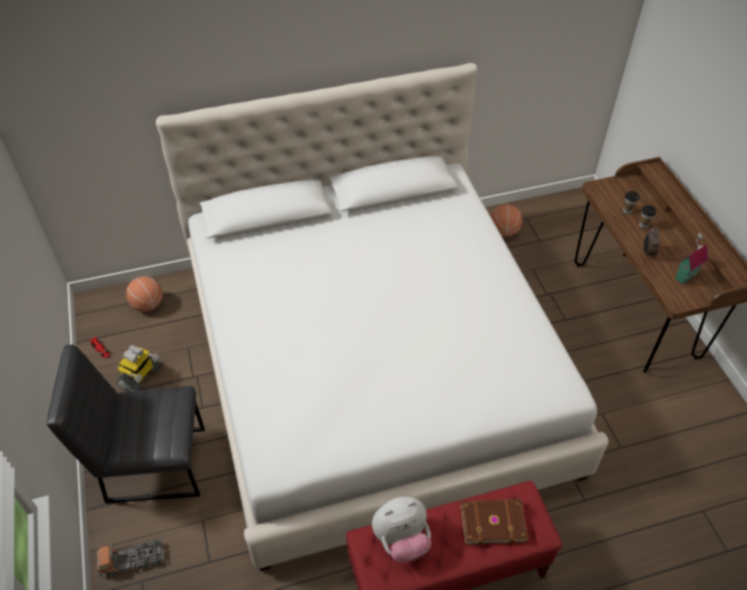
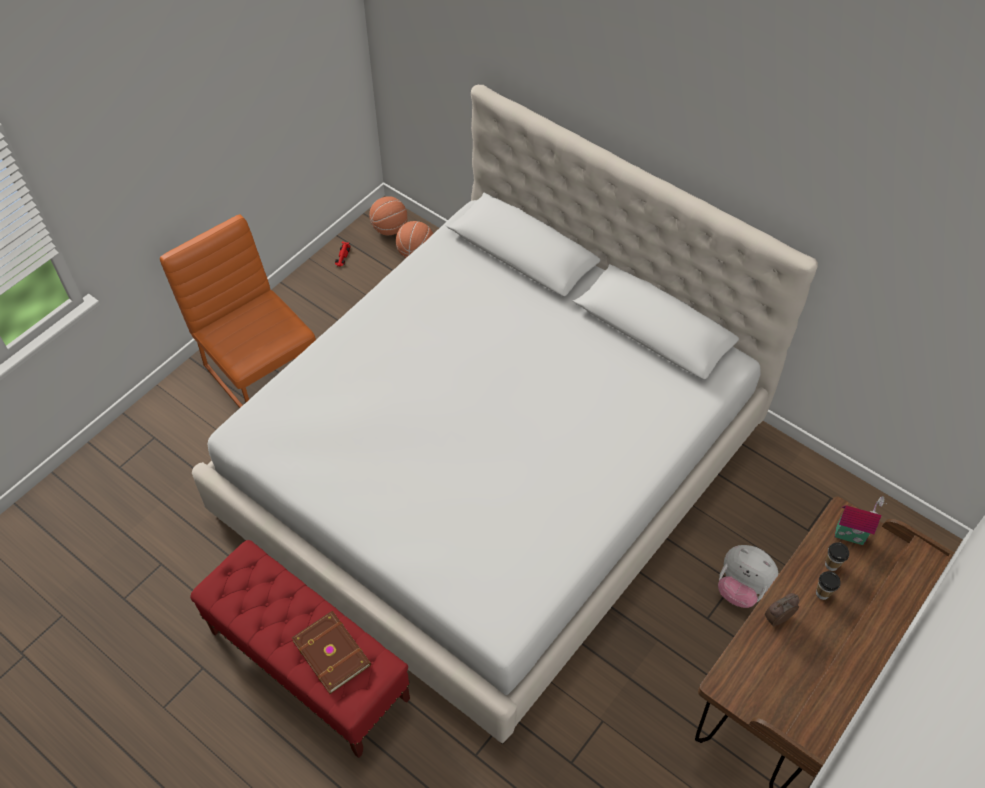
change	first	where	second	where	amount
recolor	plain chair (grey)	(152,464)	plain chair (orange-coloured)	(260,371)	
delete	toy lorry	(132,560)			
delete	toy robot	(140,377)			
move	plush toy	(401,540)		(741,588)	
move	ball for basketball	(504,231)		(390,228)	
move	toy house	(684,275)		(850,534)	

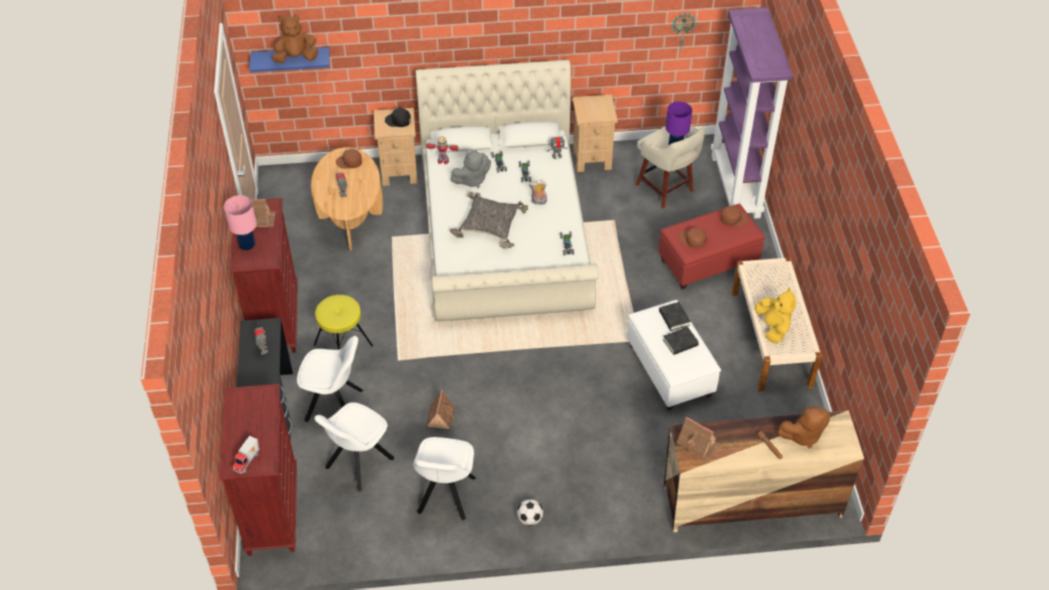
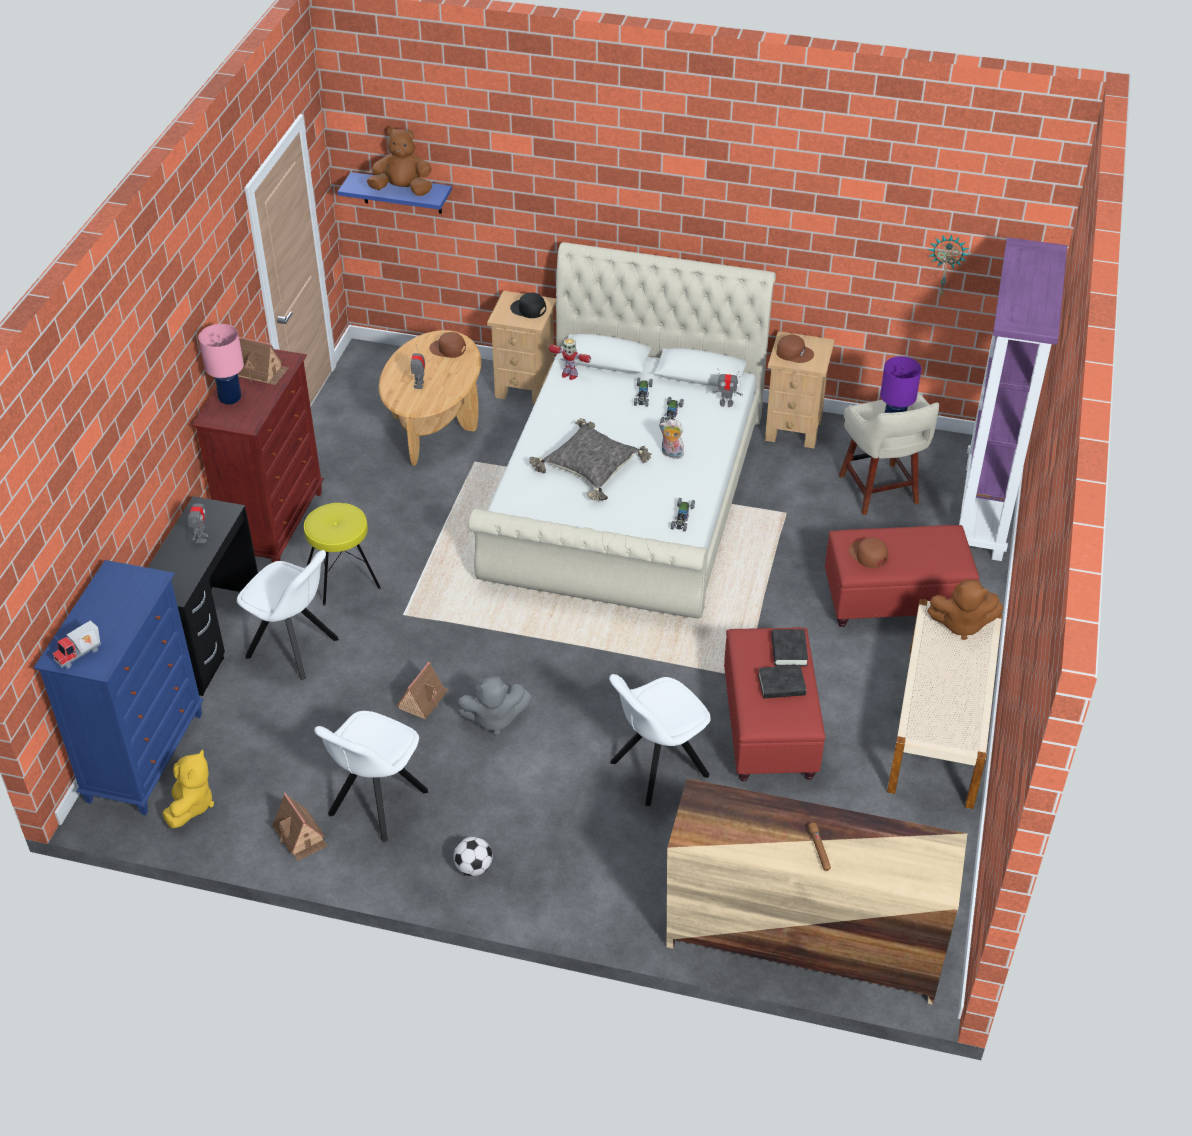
change	first	where	second	where	amount
recolor	chest of drawers (red-coloured)	(272,511)	chest of drawers (bluish)	(145,756)	
move	plain chair (white)	(358,463)		(658,768)	
move	plush toy (grey)	(472,180)		(494,719)	
recolor	ottoman (white)	(670,371)	ottoman (red-coloured)	(769,729)	
move	toy house	(698,444)		(301,836)	
move	baseball cap (brownish)	(733,218)		(794,353)	
move	plush toy (yellow-coloured)	(773,327)		(191,805)	
move	plush toy (brownish)	(803,435)		(961,624)	

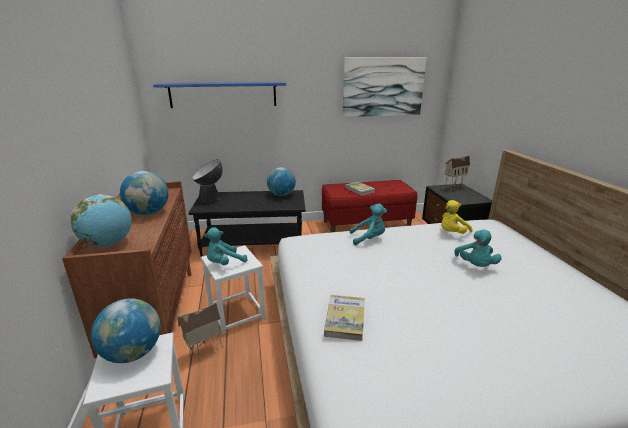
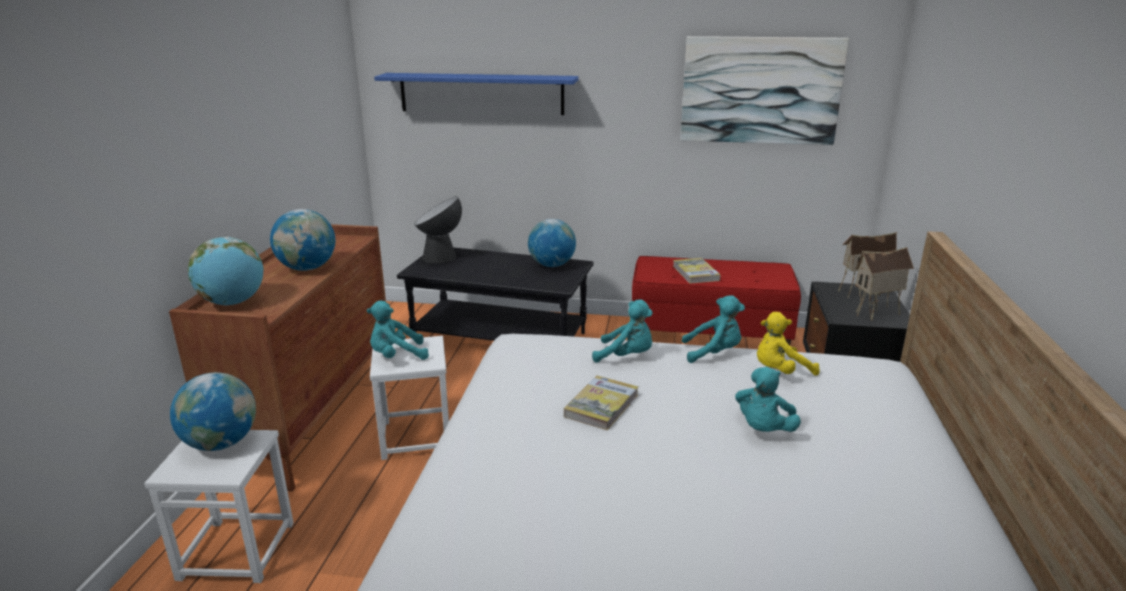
change	first	where	second	where	amount
move	toy house	(205,352)		(876,315)	
move	book	(345,319)		(601,405)	
insert			plush toy (turquoise-coloured)	(714,353)	

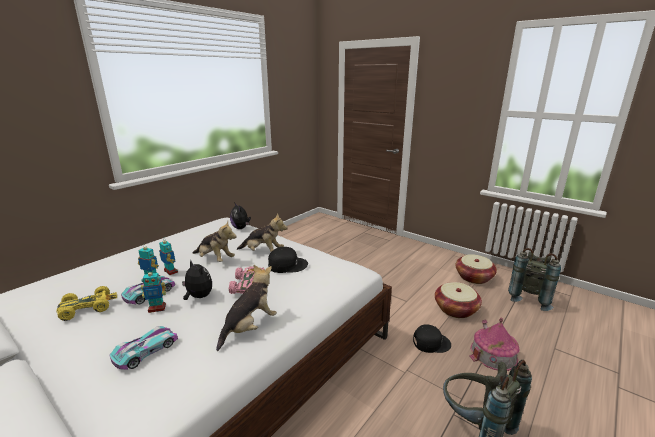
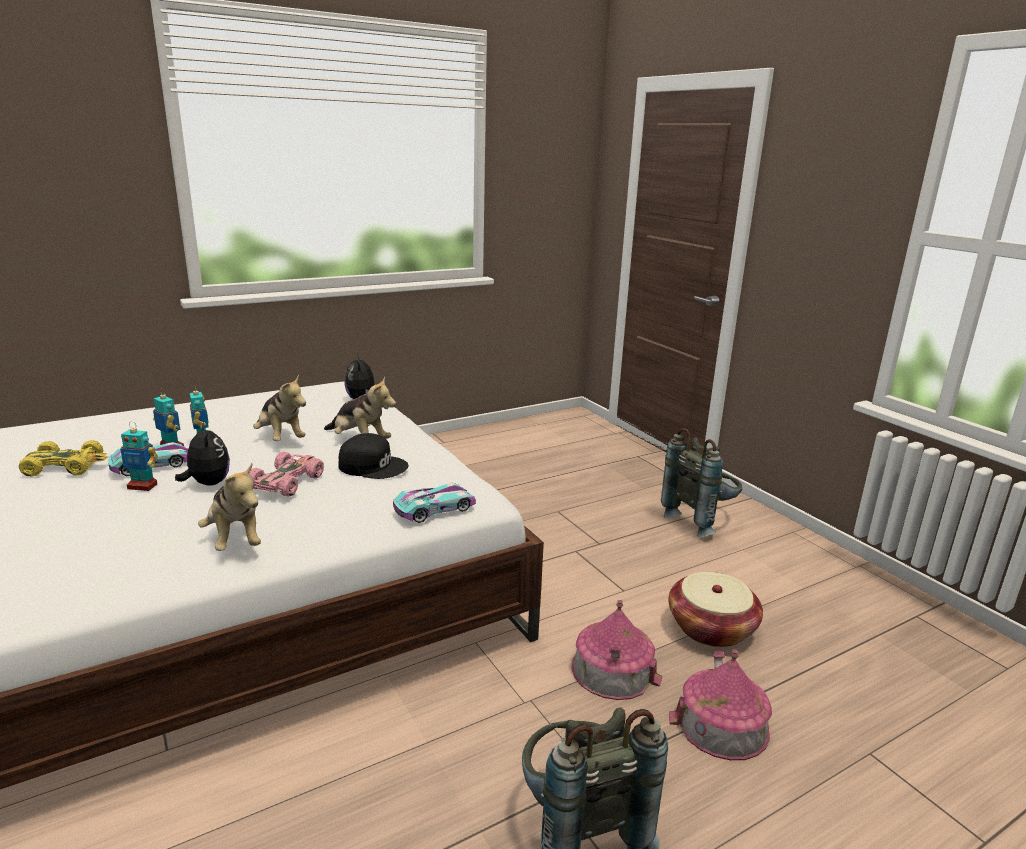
change	first	where	second	where	amount
move	toy car	(146,351)		(435,509)	
rotate	plush toy	(250,327)		(235,539)	90 degrees clockwise
replace	baseball cap (blackish)	(431,342)	toy house	(613,669)	
delete	household basket	(473,277)			
move	rucksack (grey)	(529,297)		(700,519)	

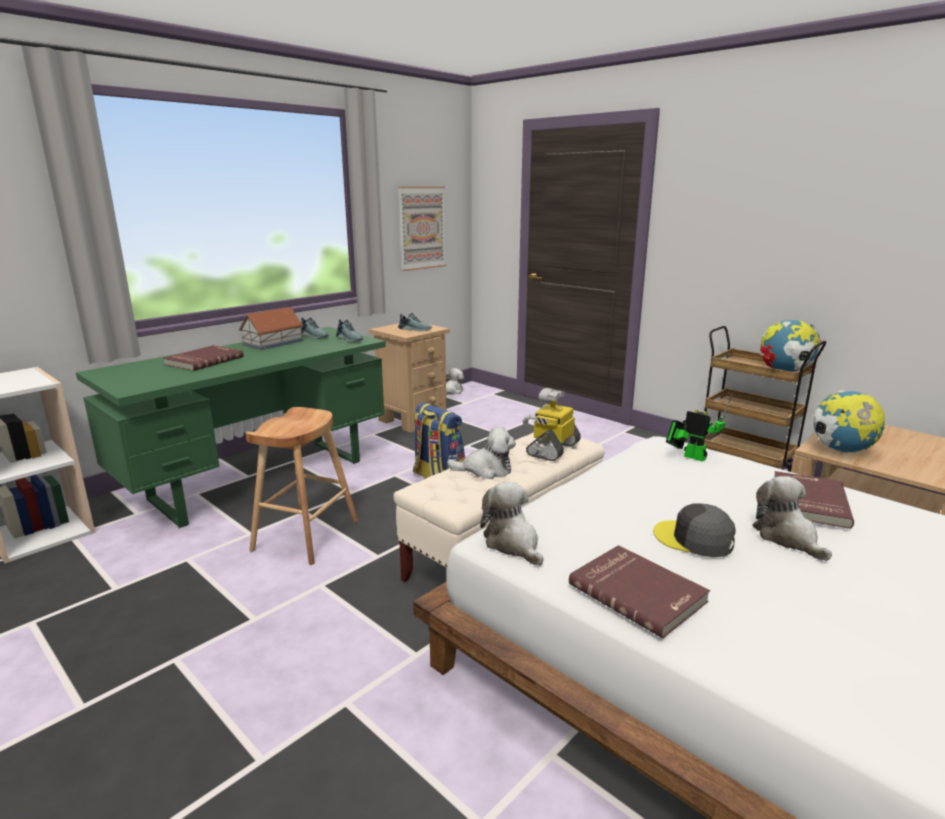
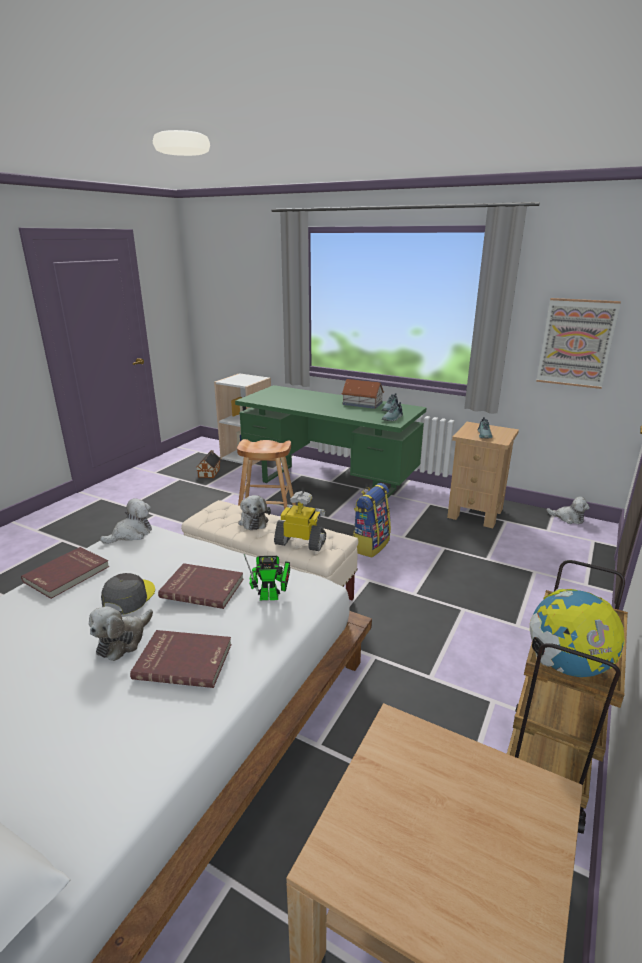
change	first	where	second	where	amount
move	book (red-coloured)	(203,360)		(203,587)	
rotate	toy robot	(691,456)		(272,597)	60 degrees clockwise
rotate	plush toy	(787,537)		(123,640)	150 degrees clockwise
delete	globe	(841,451)			
insert			toy house	(210,472)	

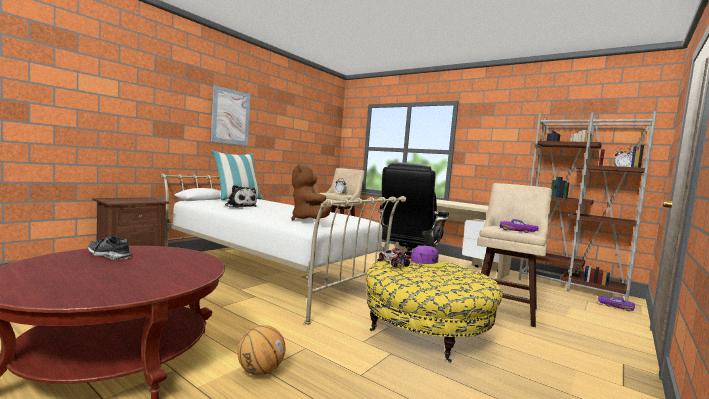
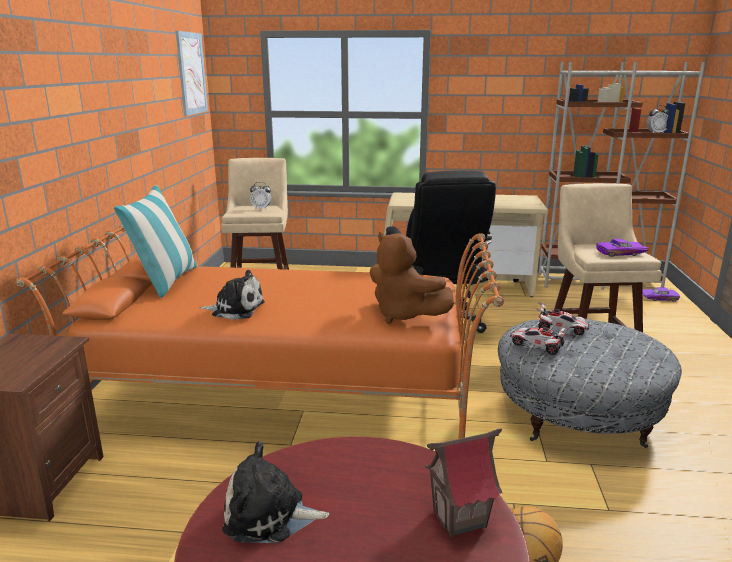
change	first	where	second	where	amount
replace	item of footwear	(109,255)	plush toy	(270,516)	
recolor	bed (white)	(268,275)	bed (orange-coloured)	(284,399)	
move	wall art	(231,116)		(191,73)	
recolor	ottoman (yellow-coloured)	(426,332)	ottoman (grey)	(577,415)	
replace	baseball cap (purple)	(427,262)	toy car	(560,329)	
insert			toy house	(460,519)	

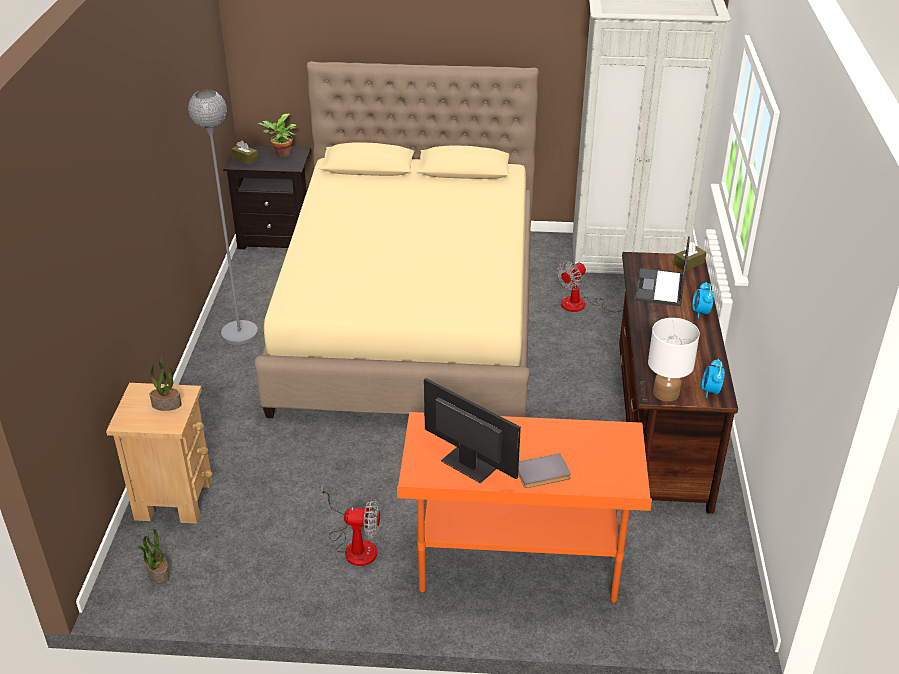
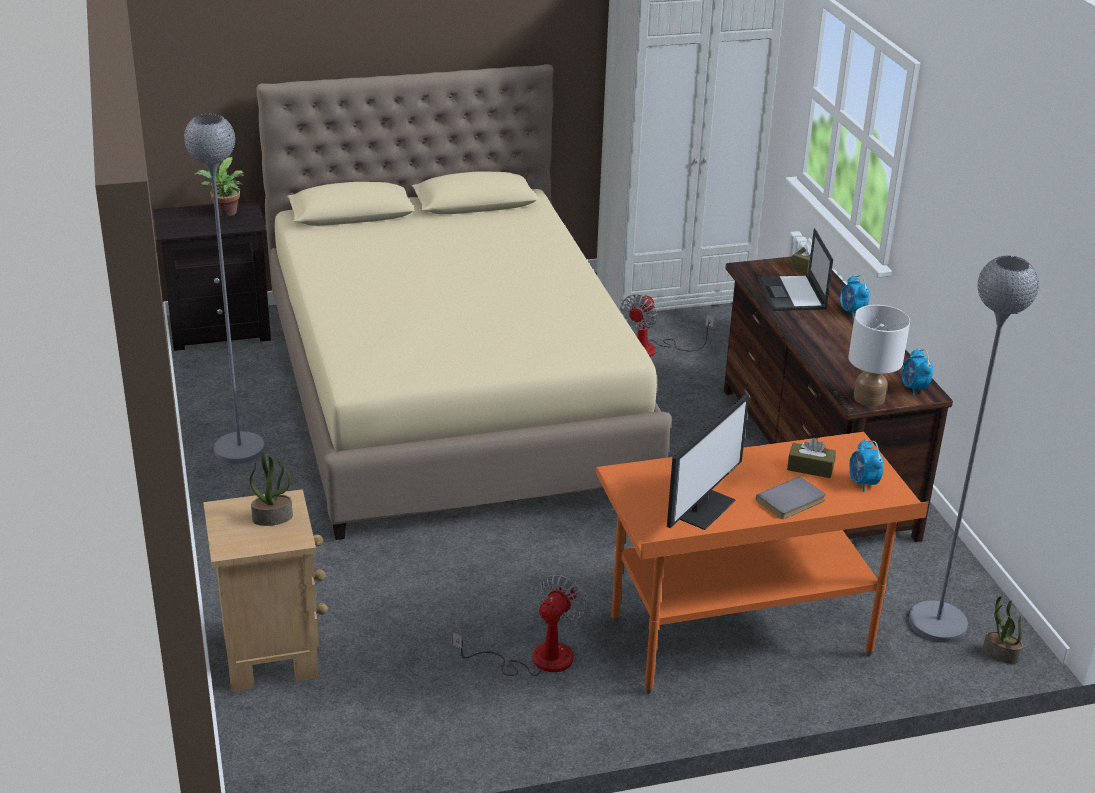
change	first	where	second	where	amount
move	potted plant	(158,573)		(1000,654)	
move	tissue holder (brownish)	(245,159)		(810,468)	
rotate	fan	(355,545)		(536,659)	45 degrees counterclockwise
rotate	monitor	(468,464)		(703,507)	105 degrees clockwise
insert			alarm clock	(863,483)	
insert			floor lamp (grey)	(937,623)	

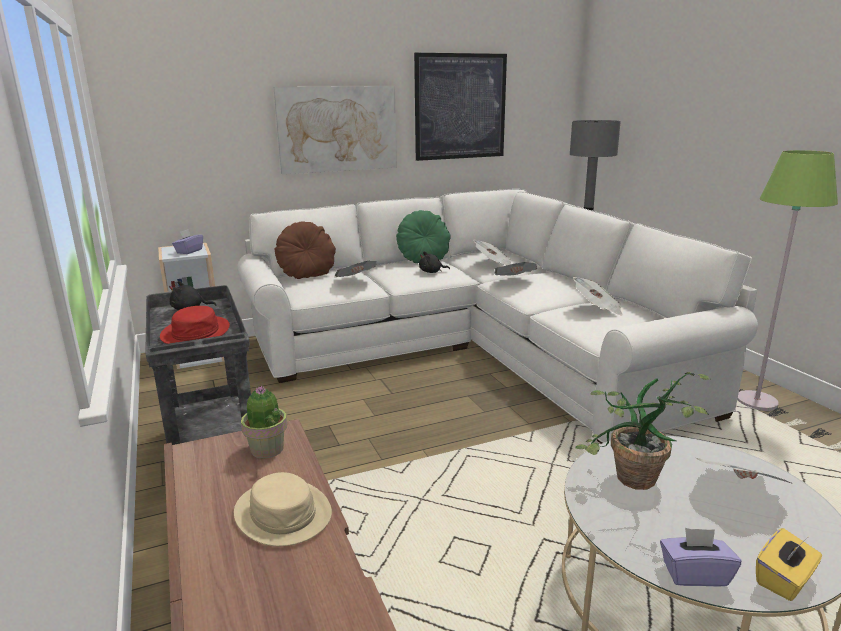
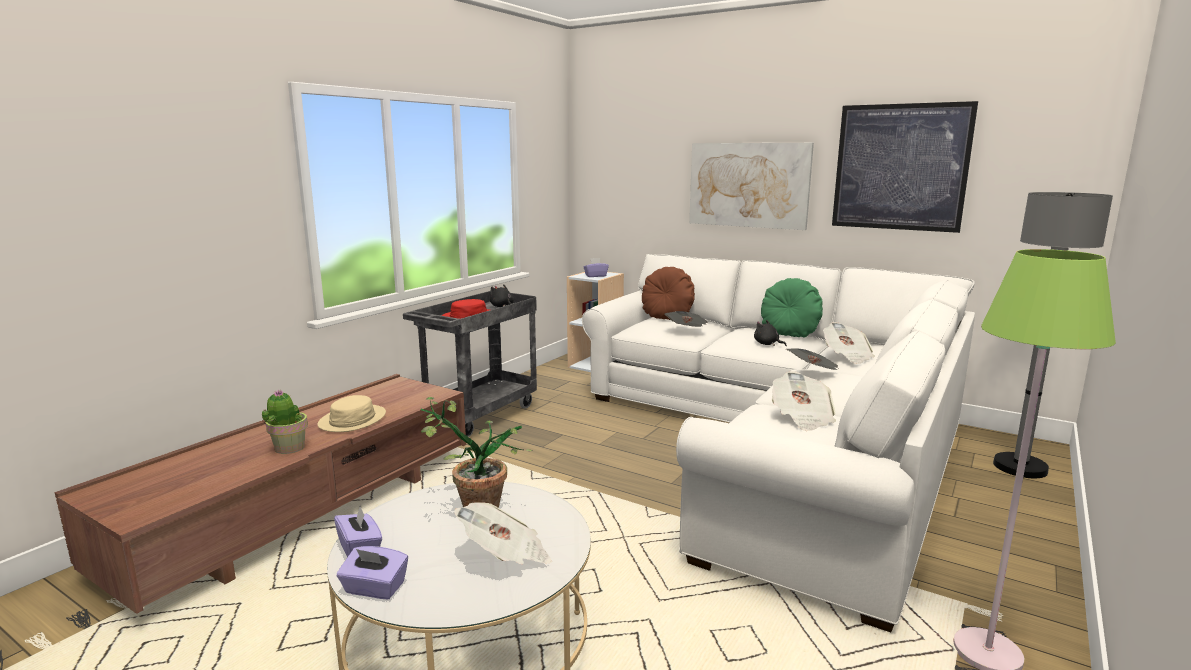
change	first	where	second	where	amount
move	potted plant	(267,450)		(289,448)	
recolor	tissue holder (yellow-coloured)	(784,580)	tissue holder (purple)	(374,589)	

